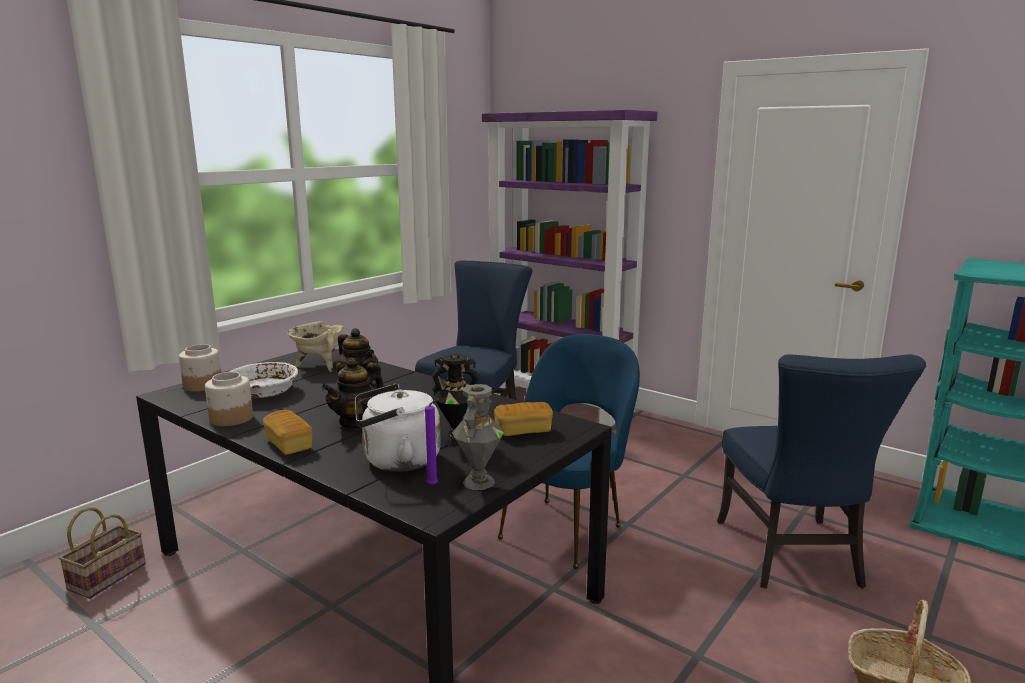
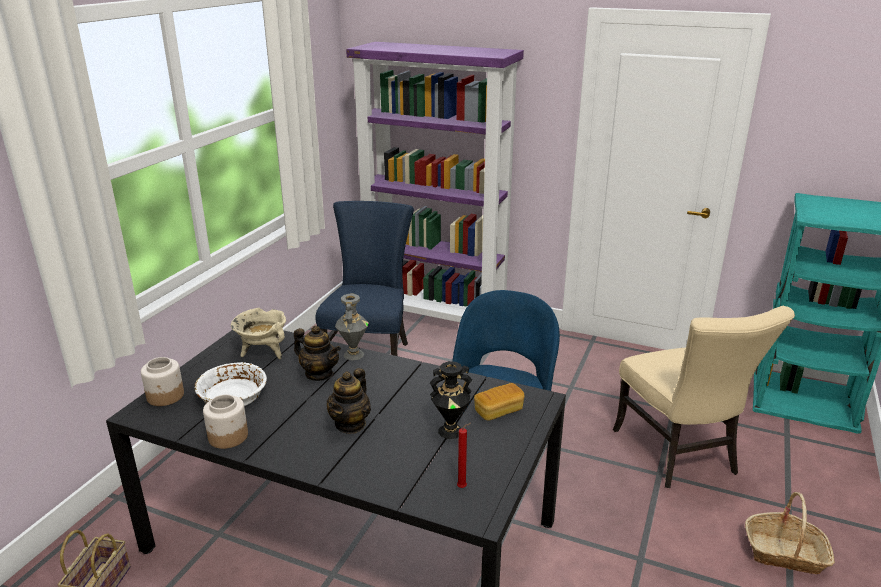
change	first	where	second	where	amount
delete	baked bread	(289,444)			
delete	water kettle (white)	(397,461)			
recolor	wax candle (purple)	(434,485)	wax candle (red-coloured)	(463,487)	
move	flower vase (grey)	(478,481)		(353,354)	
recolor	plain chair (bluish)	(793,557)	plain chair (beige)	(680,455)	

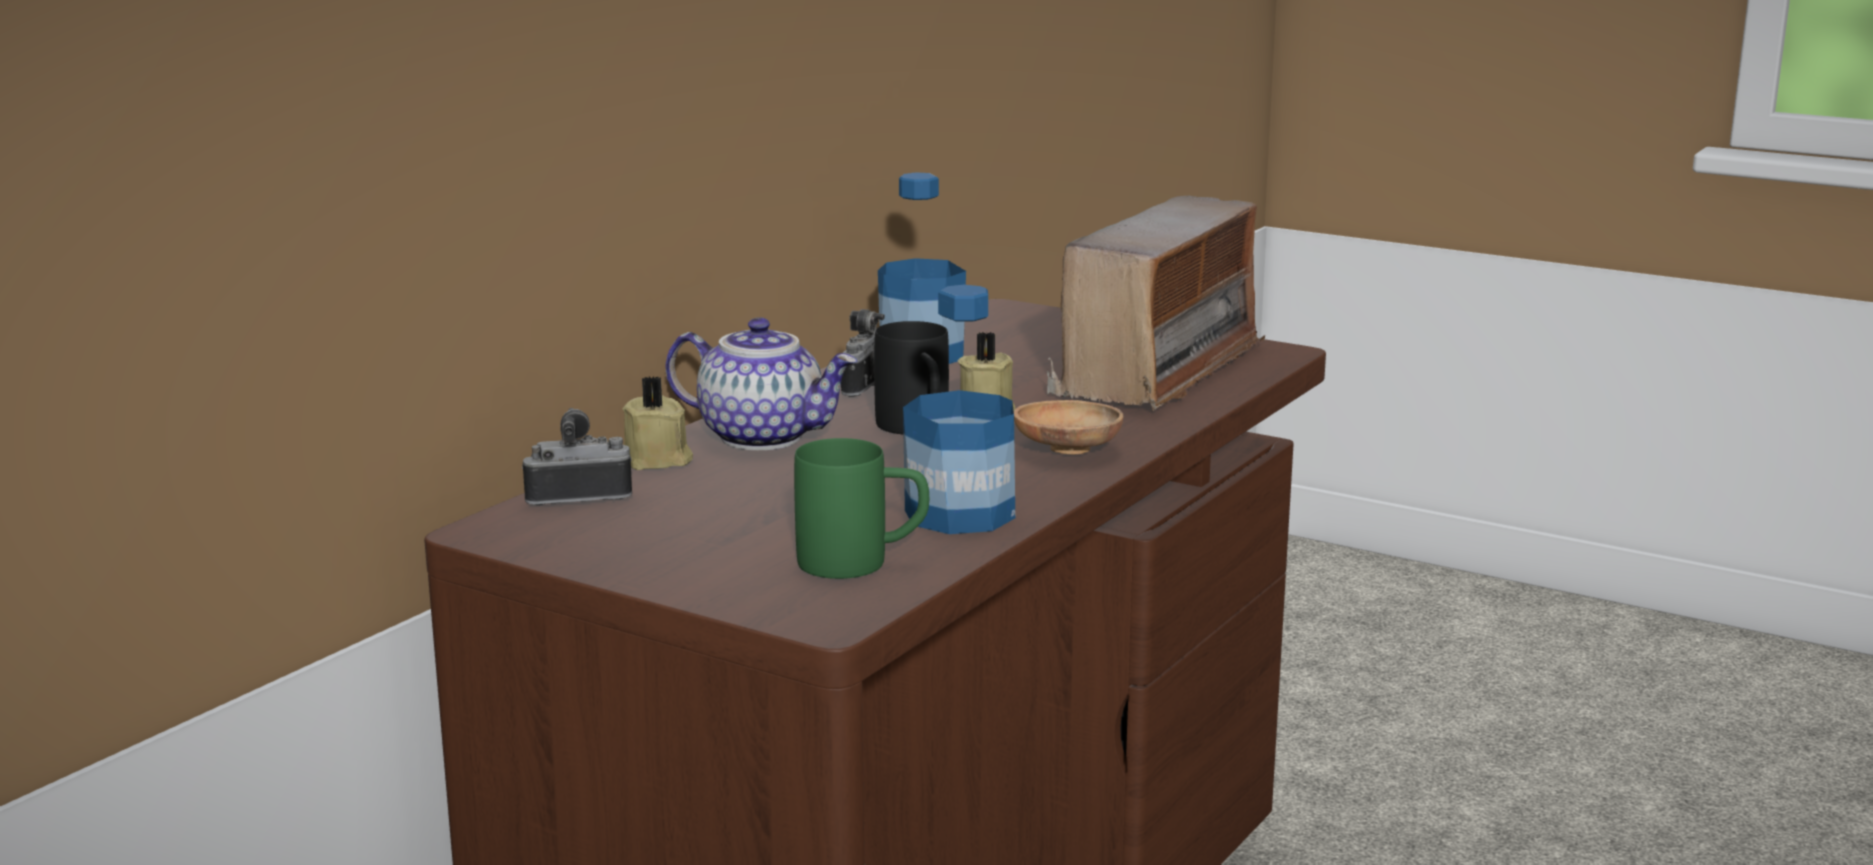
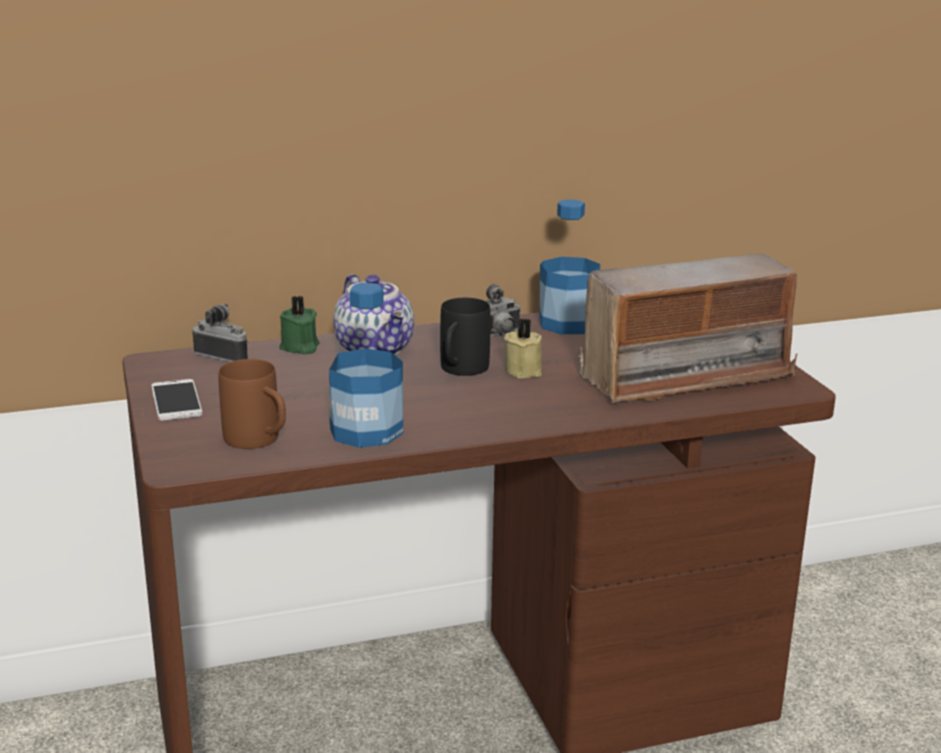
change	first	where	second	where	amount
recolor	wax candle (beige)	(658,461)	wax candle (green-coloured)	(299,347)	
recolor	tea mug (green-coloured)	(862,563)	tea mug (brownish)	(259,441)	
delete	bowl (brownish)	(1067,450)			
insert			handset	(176,401)	

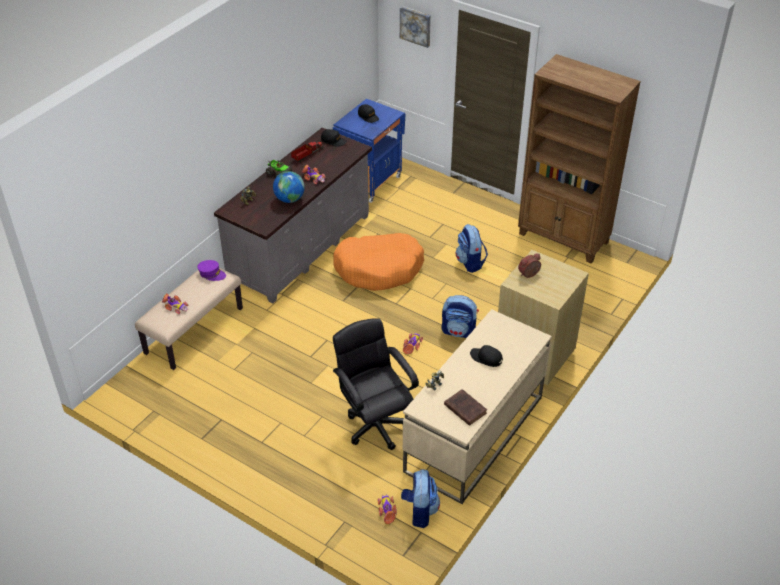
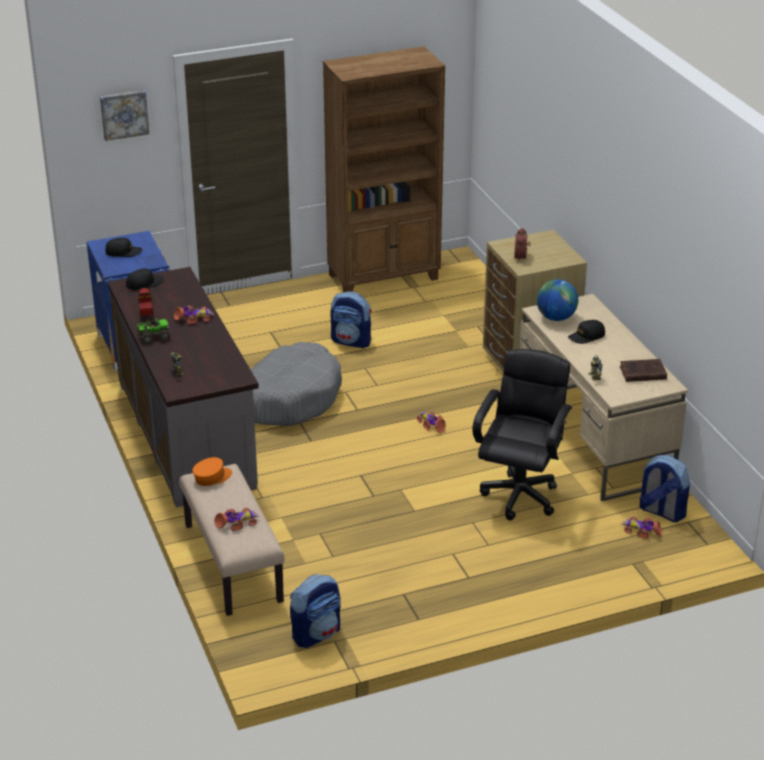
change	first	where	second	where	amount
recolor	baseball cap (purple)	(212,274)	baseball cap (orange-coloured)	(212,477)	
move	globe	(289,199)		(556,318)	
recolor	pet bed (orange-coloured)	(379,268)	pet bed (grey)	(289,398)	
rotate	office chair (blackish)	(374,425)		(520,494)	105 degrees clockwise
move	rucksack	(459,331)		(316,633)	

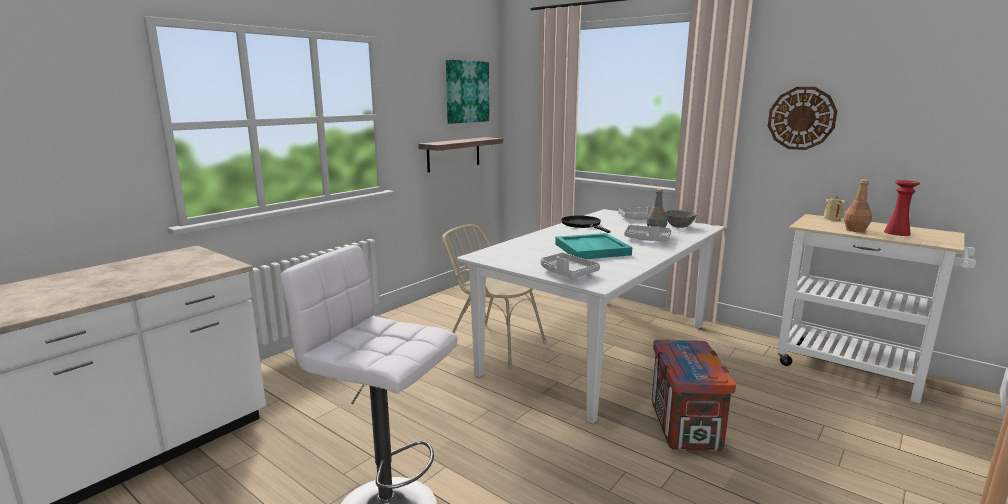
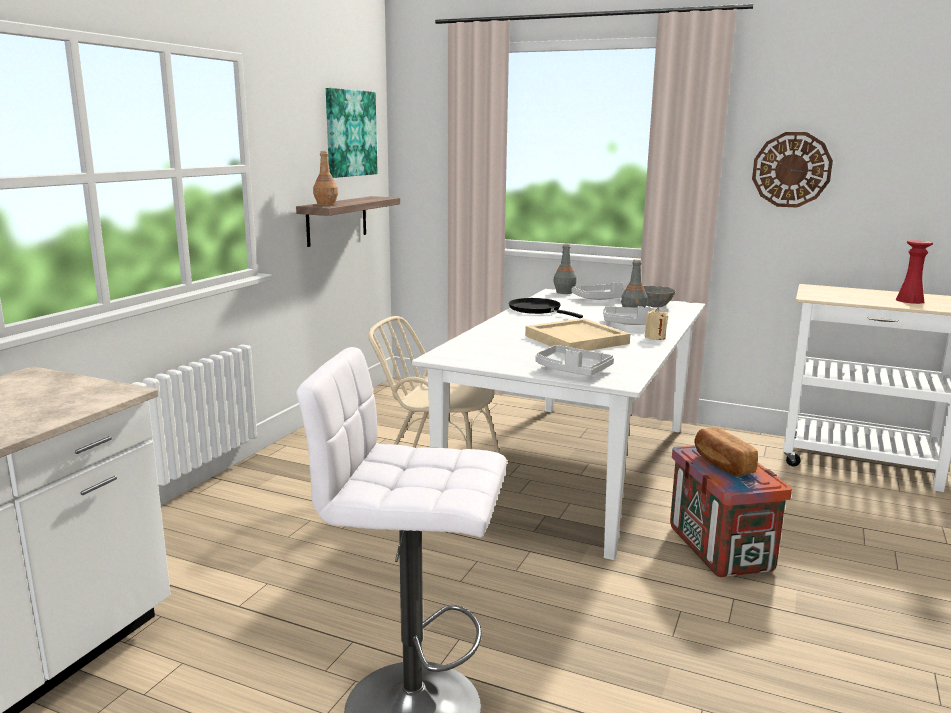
change	first	where	second	where	amount
recolor	serving tray (turquoise-coloured)	(593,249)	serving tray (beige)	(577,340)	
move	wax candle (beige)	(832,219)		(655,337)	
move	drink bottle (brownish)	(855,230)		(326,205)	
insert			drink bottle (grey)	(564,292)	
insert			baked bread	(722,464)	

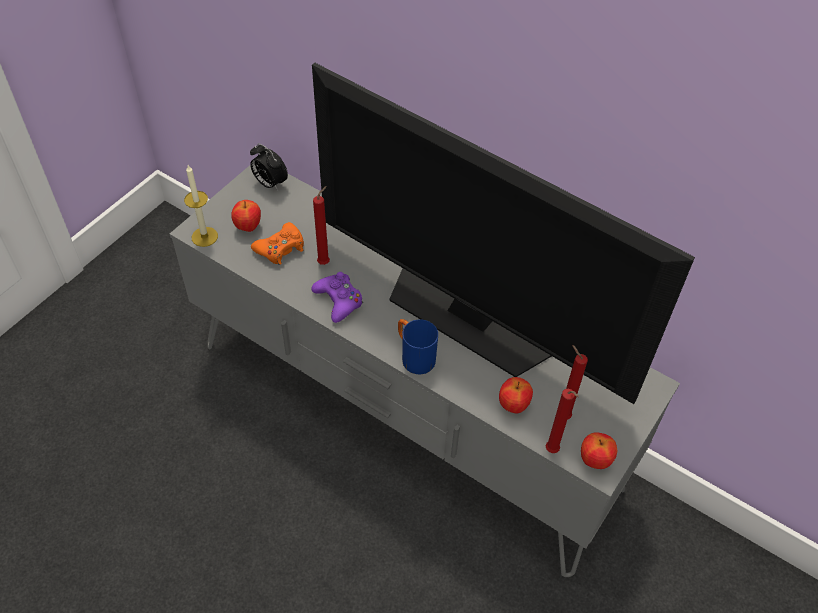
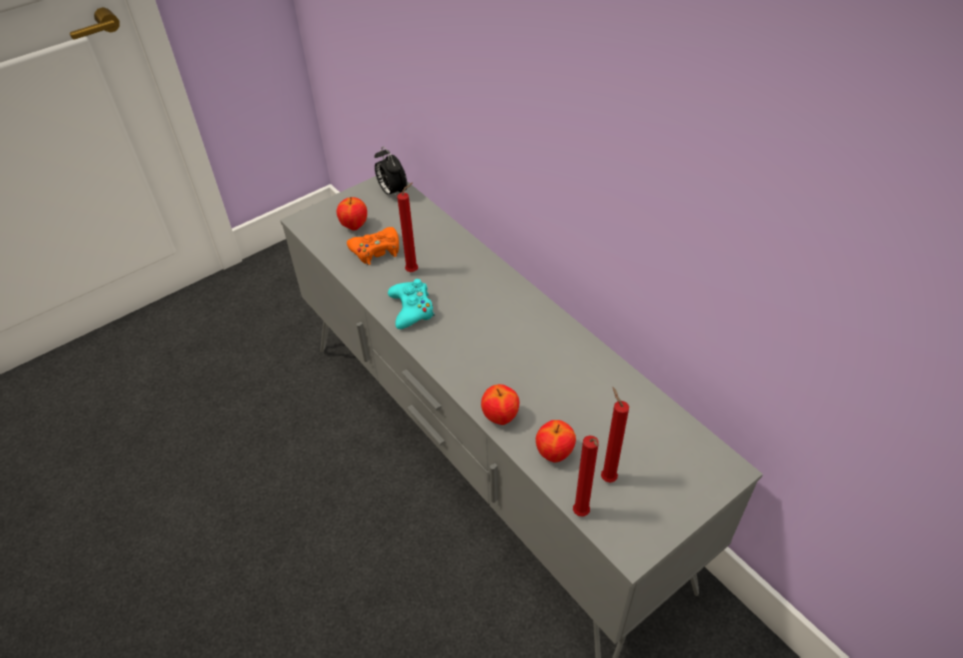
change	first	where	second	where	amount
delete	wax candle	(204,236)			
recolor	gamepad (purple)	(339,301)	gamepad (turquoise-coloured)	(412,309)	
delete	TV	(470,317)			
delete	tea mug (bluish)	(414,356)			
move	apple	(594,460)		(500,417)	

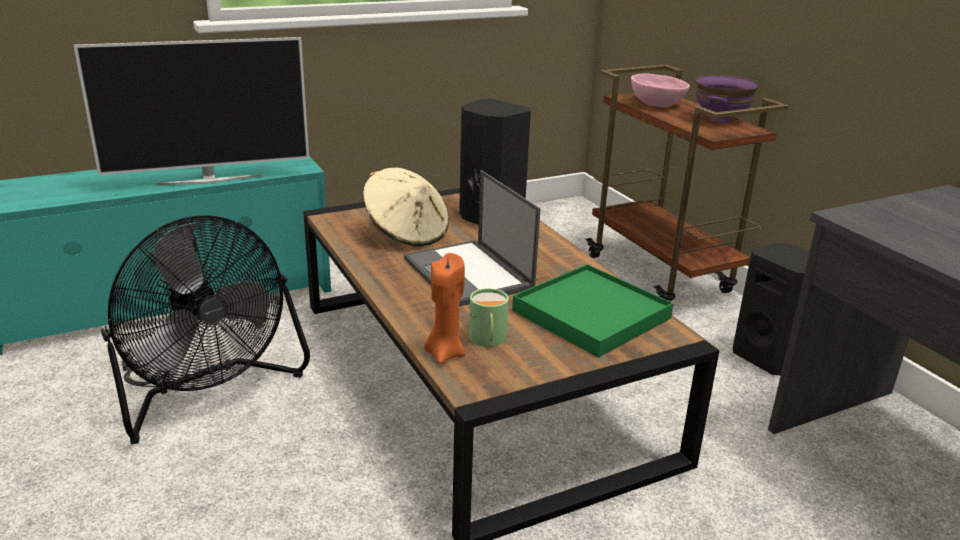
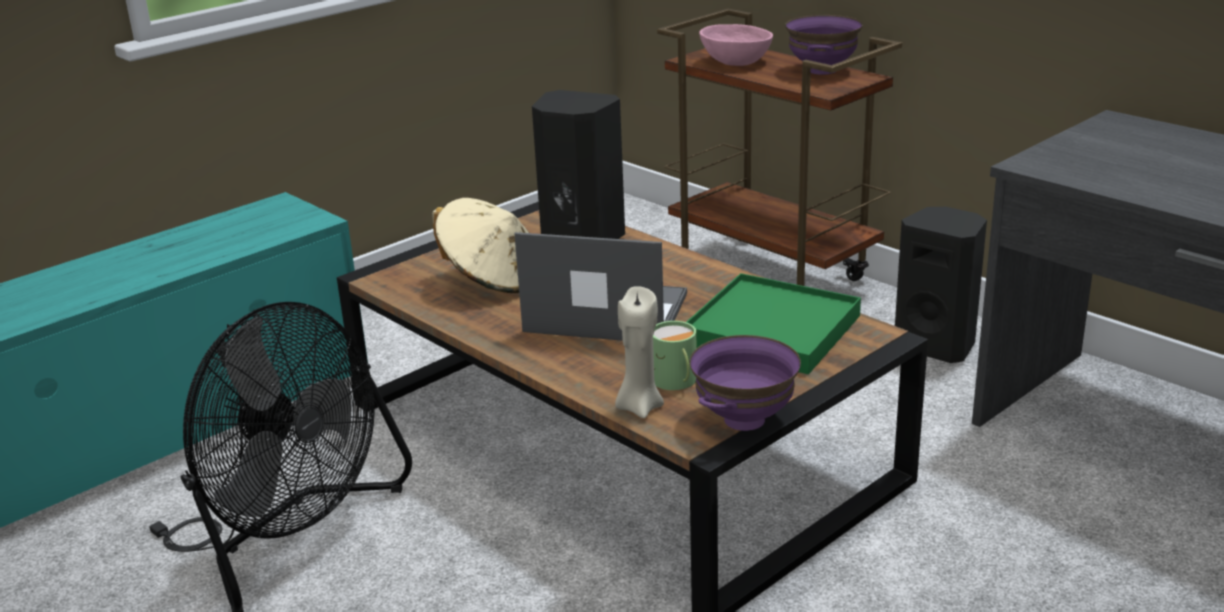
change	first	where	second	where	amount
delete	TV	(209,179)			
rotate	laptop	(469,274)		(604,313)	150 degrees clockwise
recolor	wax candle (orange-coloured)	(445,353)	wax candle (beige)	(639,407)	
insert			bowl (purple)	(745,420)	

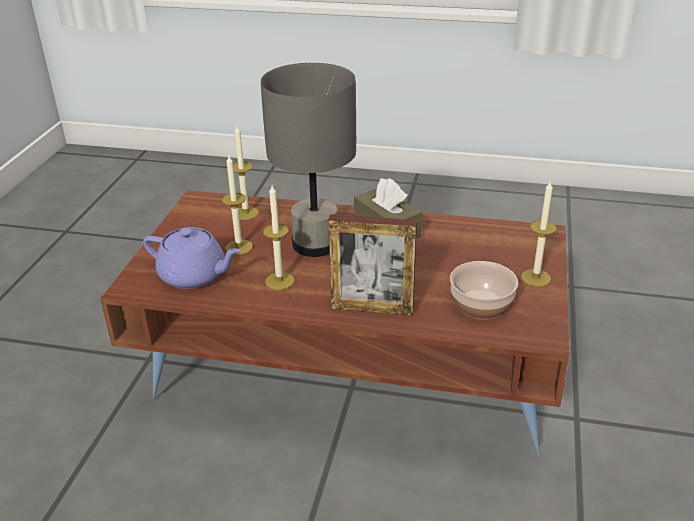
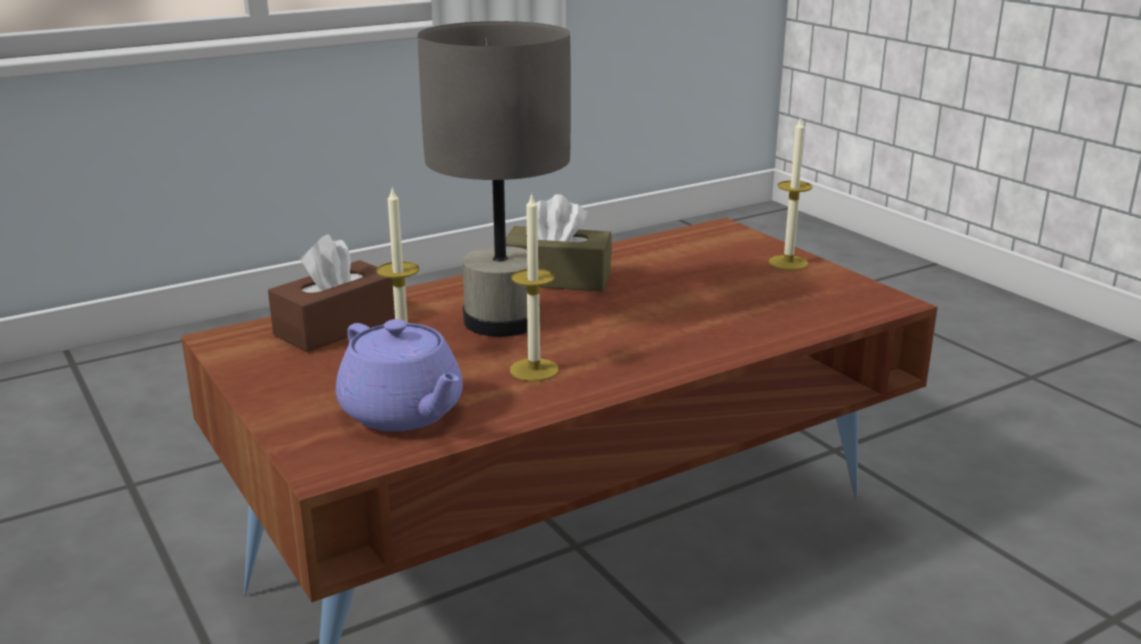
change	first	where	second	where	amount
rotate	teapot (purple)	(194,276)		(403,413)	75 degrees clockwise
replace	wax candle	(246,213)	tissue holder (brownish)	(337,326)	
delete	standing frame	(372,309)			
delete	bowl	(482,306)			

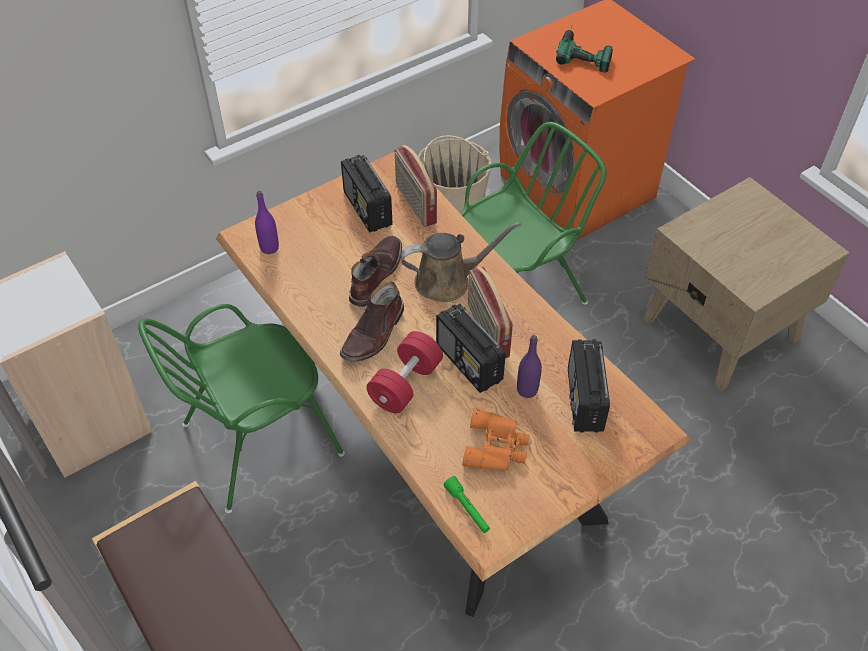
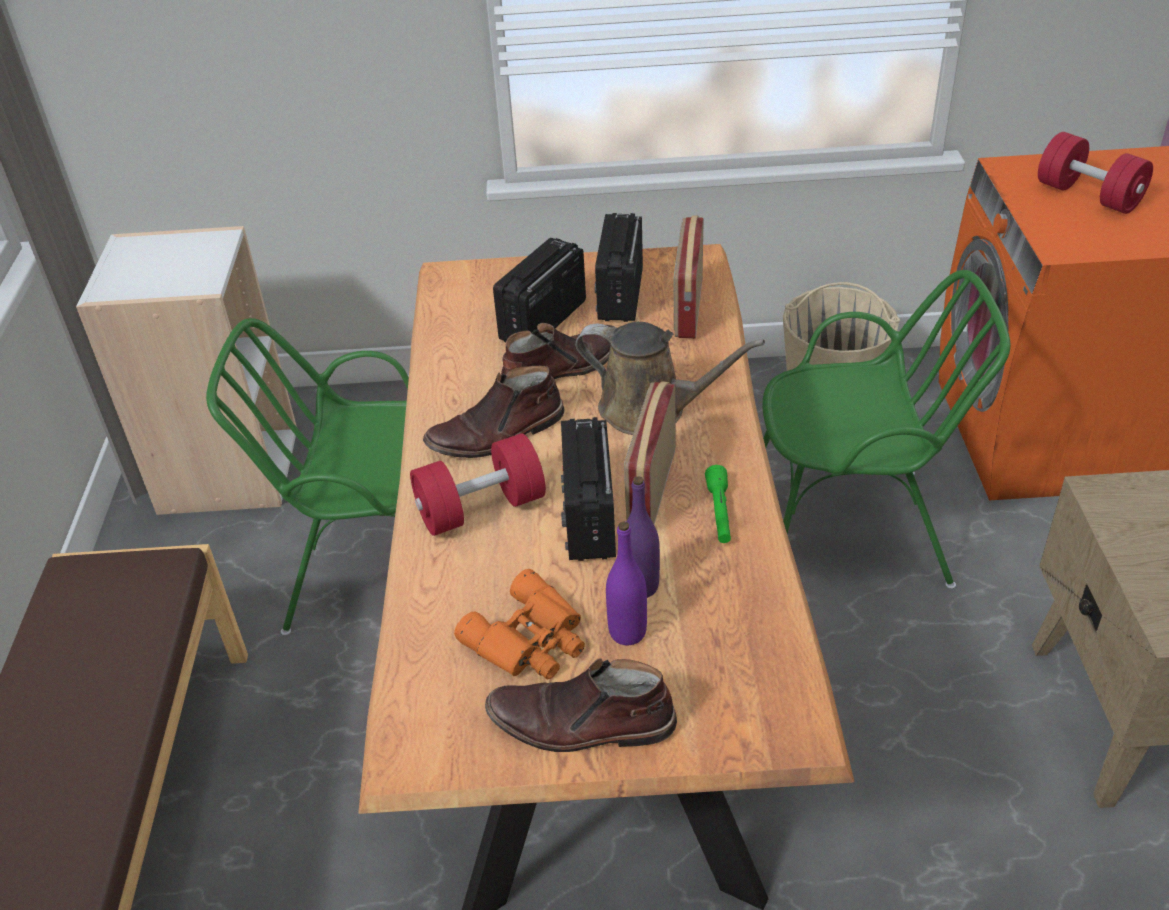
change	first	where	second	where	amount
move	drink bottle (purple)	(269,248)		(627,632)	
move	torch (green-coloured)	(467,509)		(719,513)	
replace	drill	(585,50)	hand weight (red-coloured)	(1088,196)	
move	radio receiver	(584,401)		(542,321)	
insert			high-top boot (brownish)	(581,724)	

